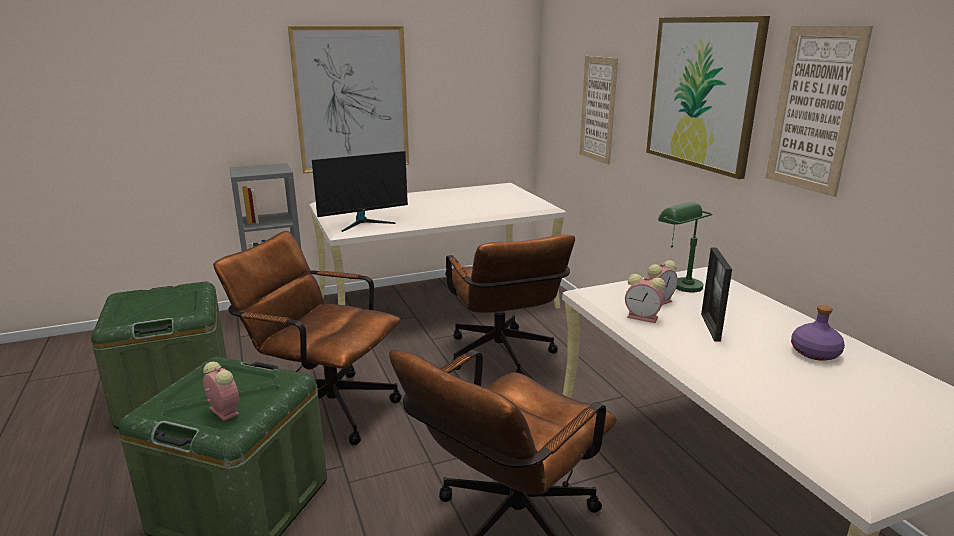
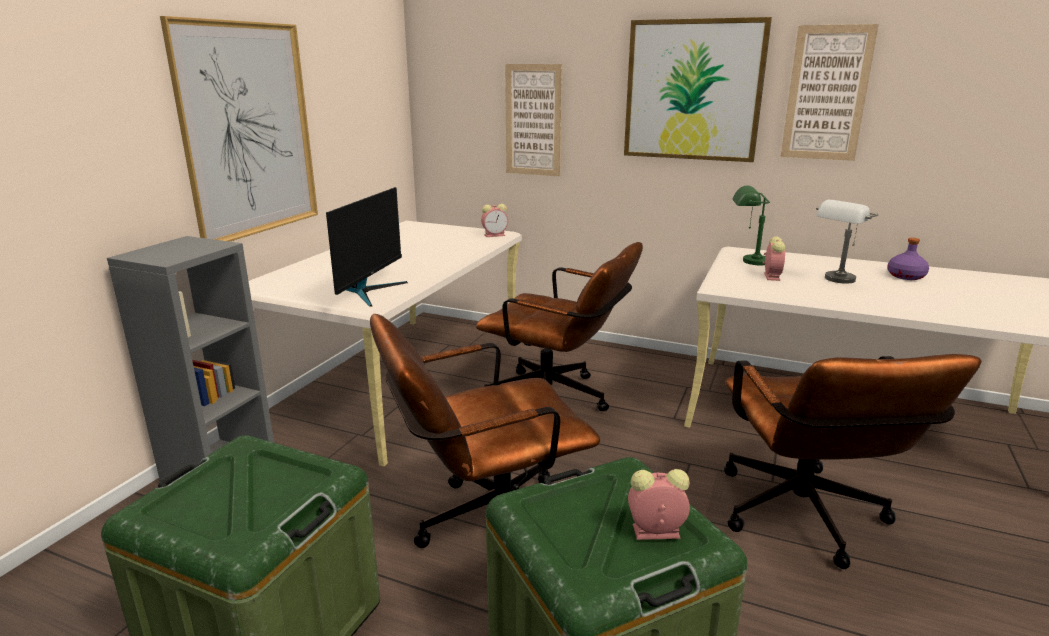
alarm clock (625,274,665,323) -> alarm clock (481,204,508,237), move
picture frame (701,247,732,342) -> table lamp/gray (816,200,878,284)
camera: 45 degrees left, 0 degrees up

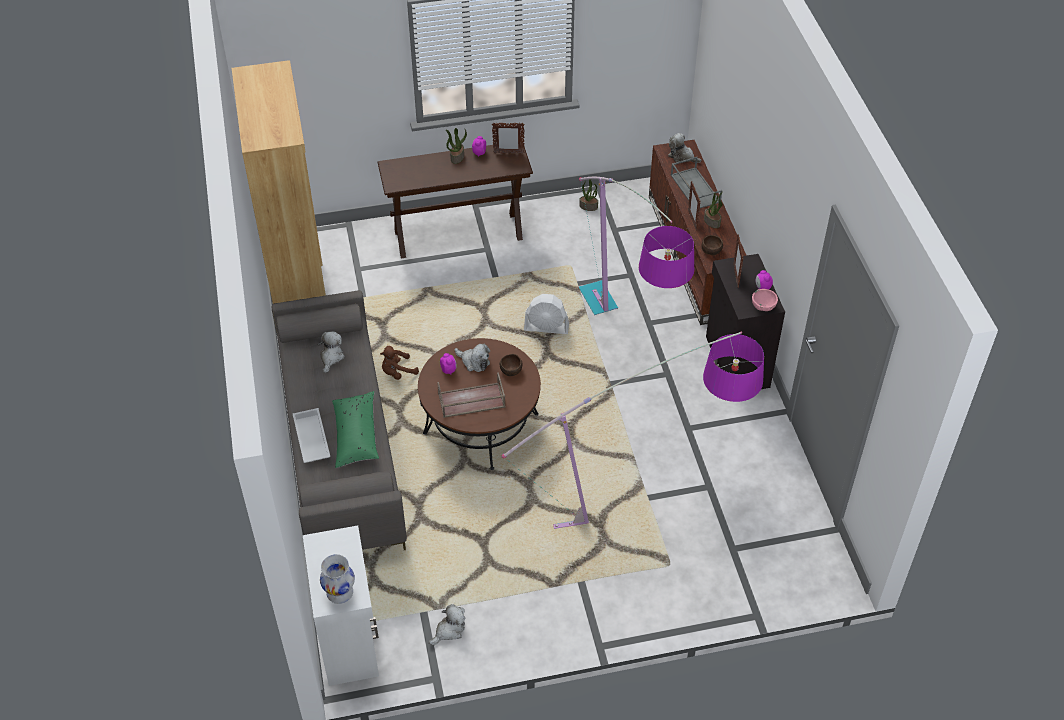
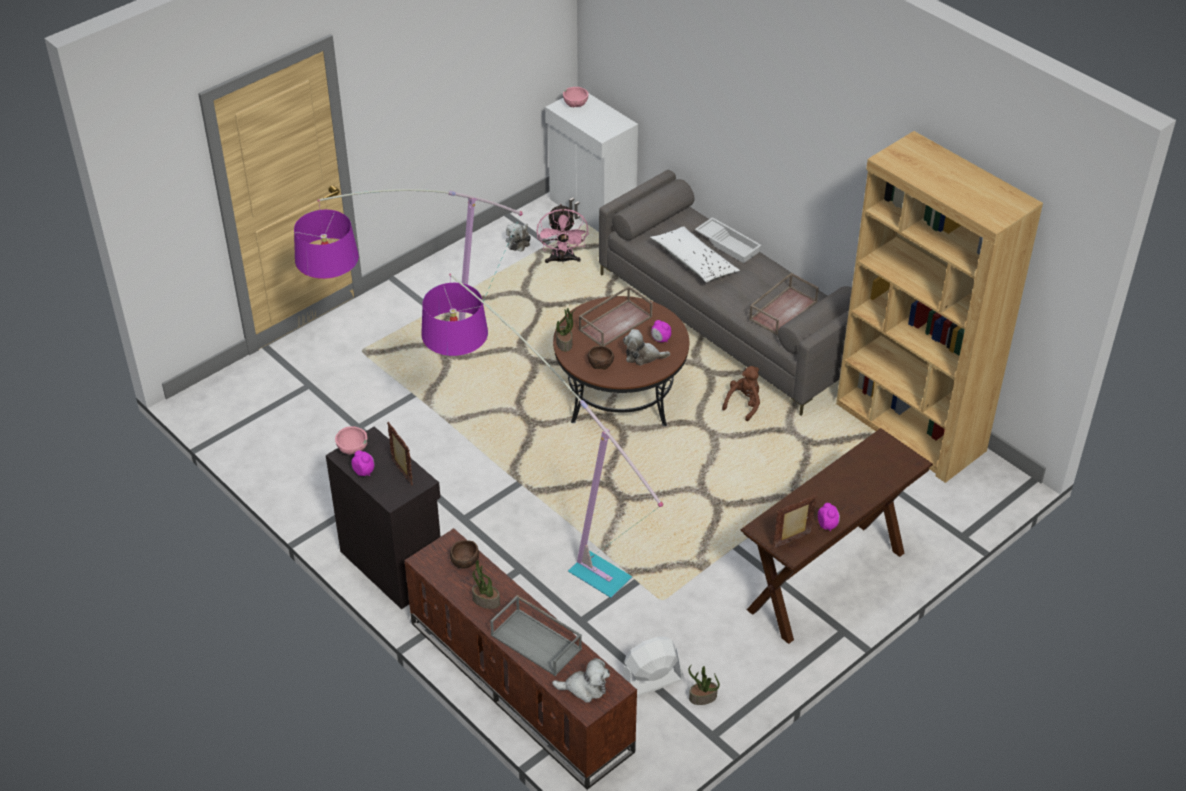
picture frame (688,181,700,231) -> none
none -> cooling fan/pink (537,204,589,263)
potted plant (446,128,467,164) -> potted plant (556,308,576,352), move
cooling fan/whitish (524,294,569,334) -> cooling fan/whitish (622,637,684,696), move
soft toy (318,331,345,373) -> tray/brown-coloured (749,273,819,335)
vase/whitish (320,554,355,604) -> deep dish/pink (563,87,588,107)
pillow/green-coloured (332,391,379,468) -> pillow/whitish (650,226,740,283)
camera: 150 degrees right, 5 degrees down

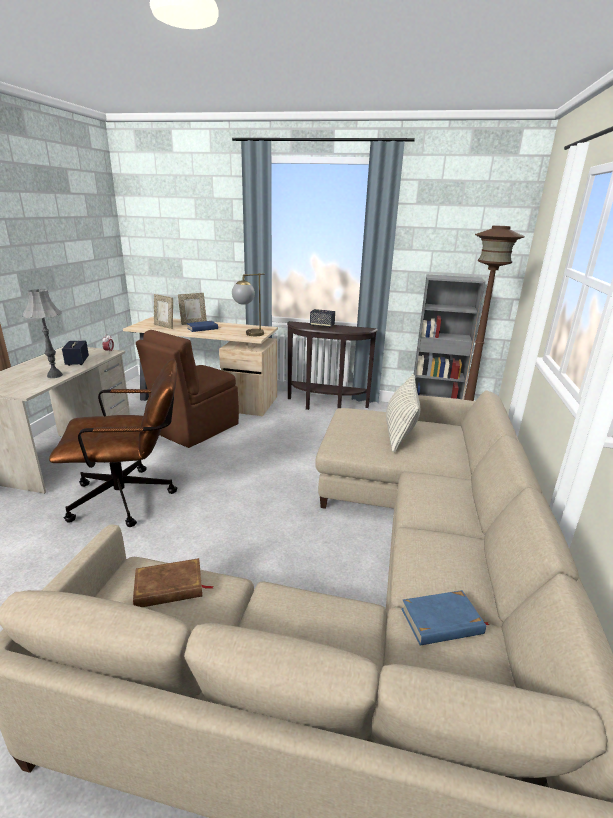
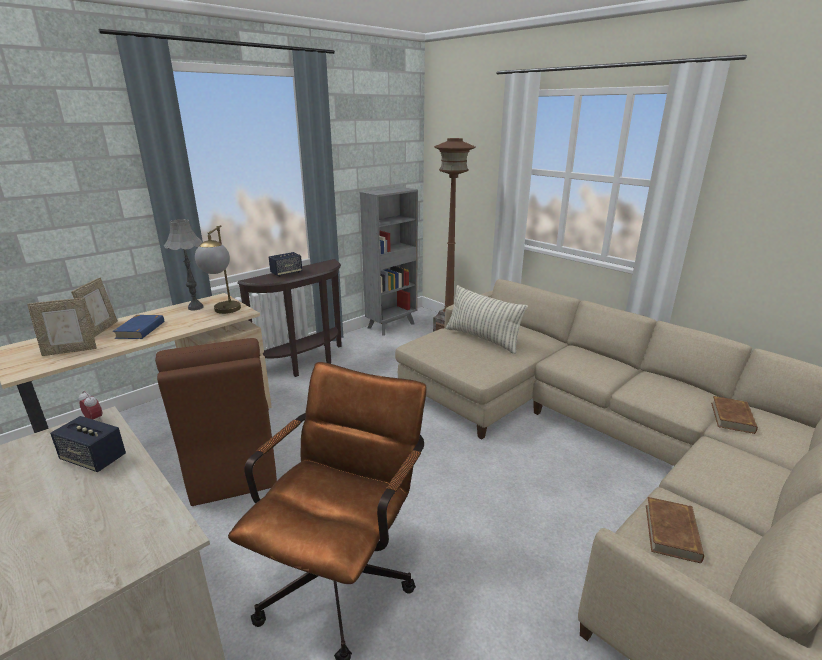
table lamp/gray (23,289,63,378) -> table lamp/gray (164,219,204,310), move
volume/blue-coloured (401,590,489,646) -> volume/brown-coloured (711,396,758,434)
camera: 55 degrees left, 0 degrees up

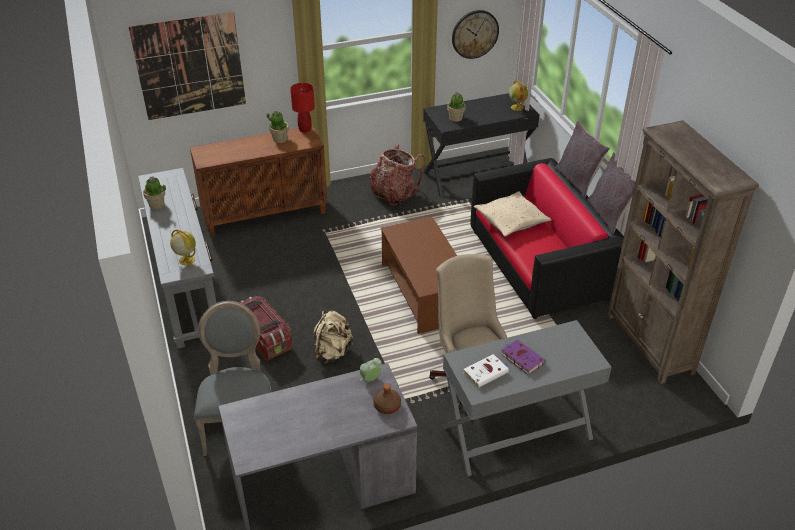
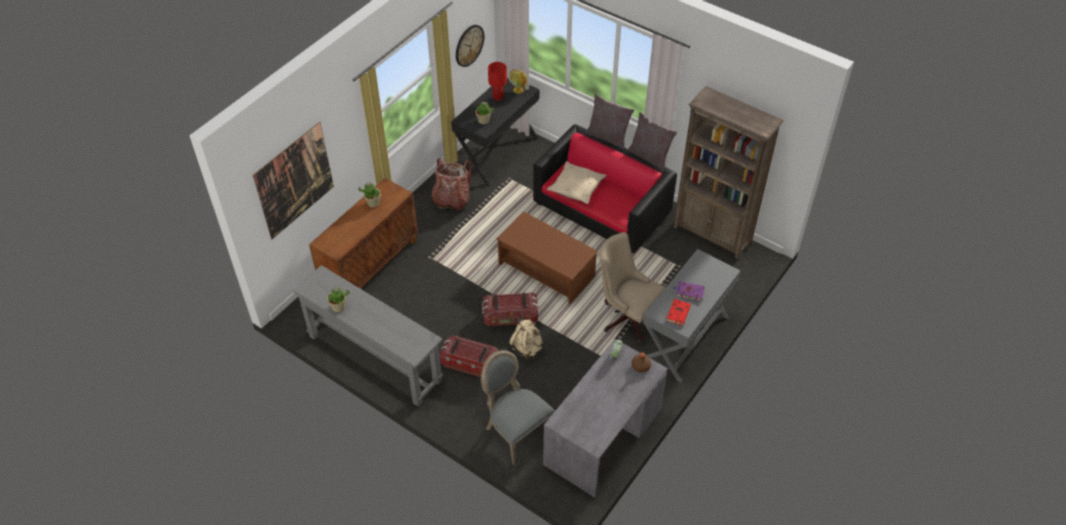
globe (170,229,196,265) -> none
none -> storage box (482,293,539,326)
table lamp/red (290,83,315,133) -> table lamp/red (488,62,507,101), move
volume/whitish (463,354,509,388) -> volume/red (666,299,691,326)
camera: 35 degrees left, 10 degrees up

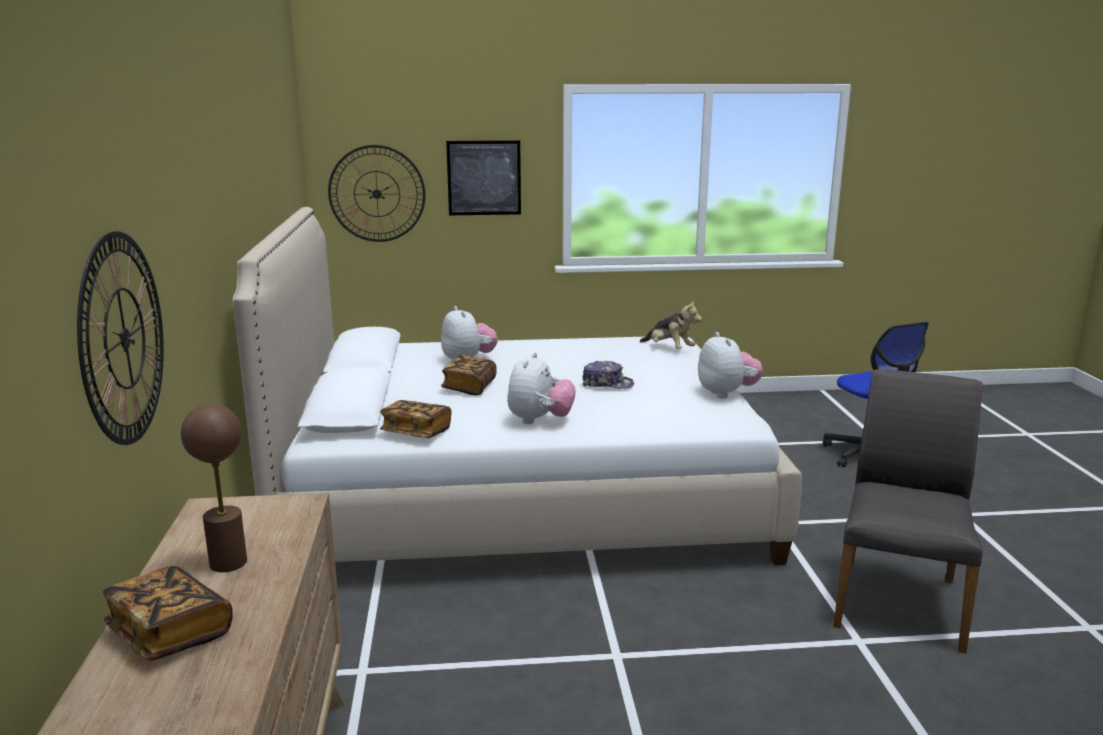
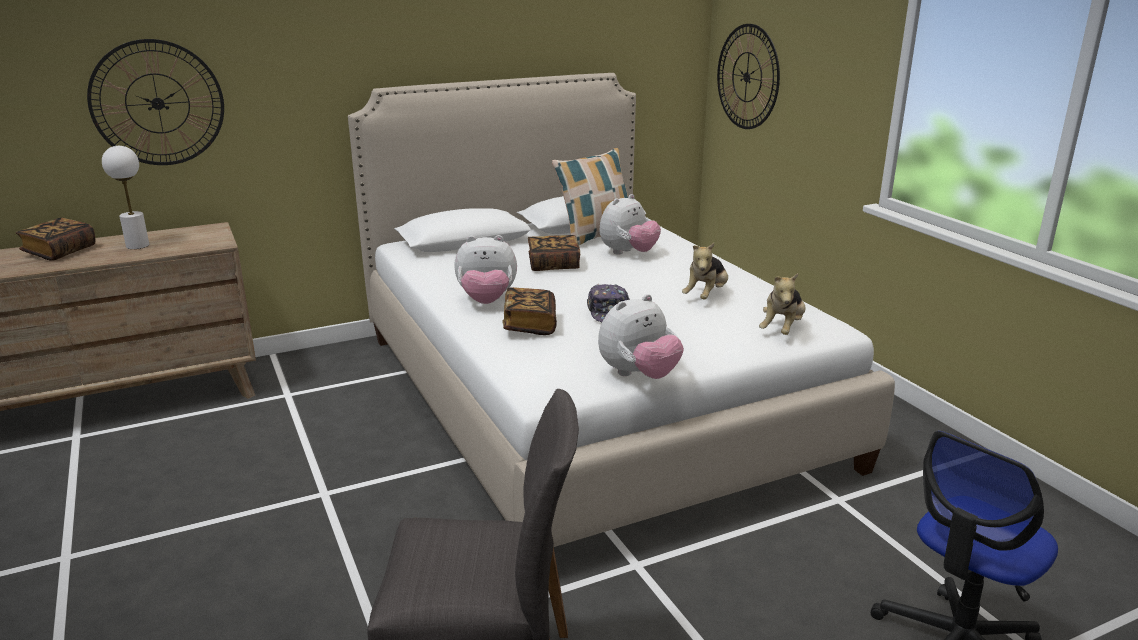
wall art (446,140,521,215) -> none
none -> pillow (552,148,628,245)
none -> soft toy (682,243,728,300)
volume (380,400,452,438) -> volume (502,287,557,335), move
table lamp/brown-coloured (181,404,247,572) -> table lamp/whitish (102,146,149,249)
camera: 70 degrees right, 5 degrees up

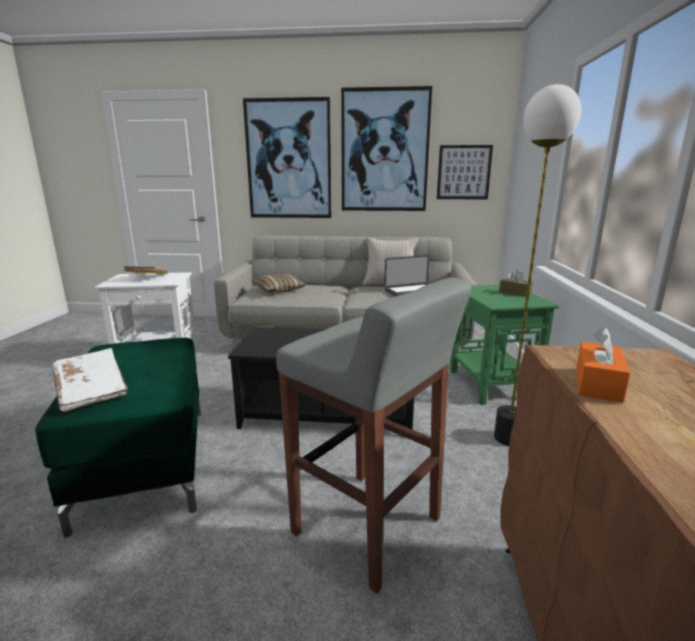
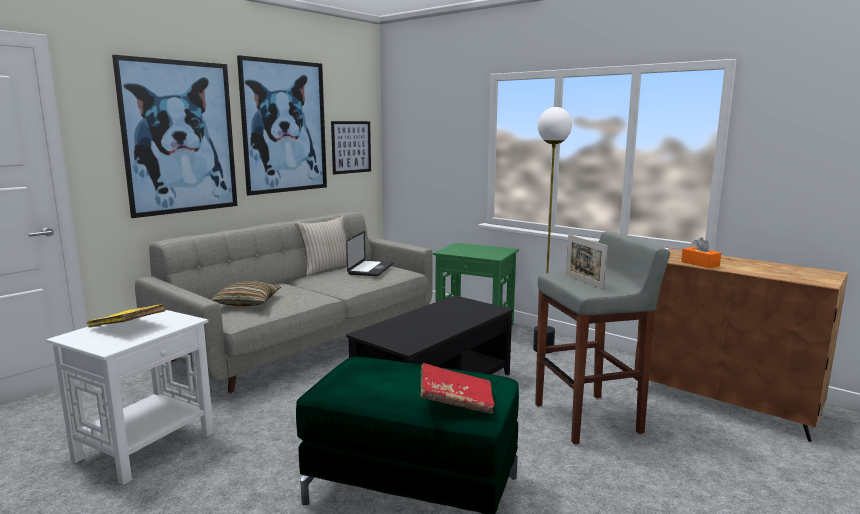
tissue holder/brown-coloured (499,270,533,297) -> none
none -> picture frame (566,234,608,290)
volume/whitish (52,348,128,412) -> volume/red (420,363,495,414)
camera: 55 degrees left, 5 degrees down

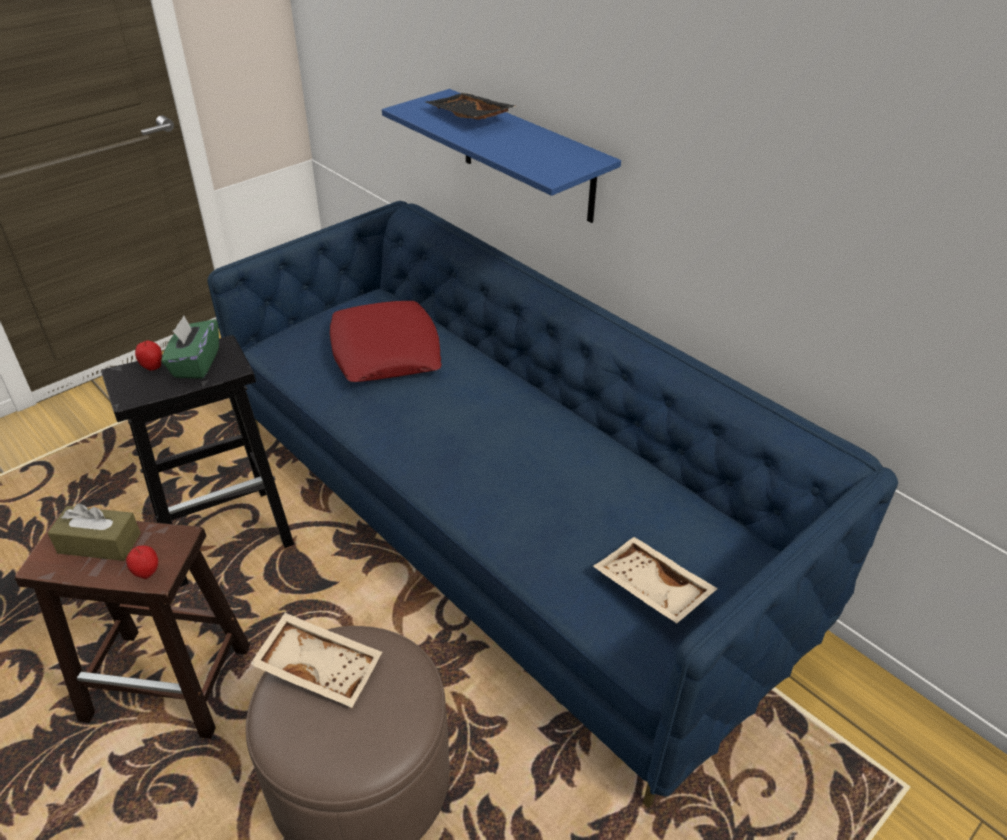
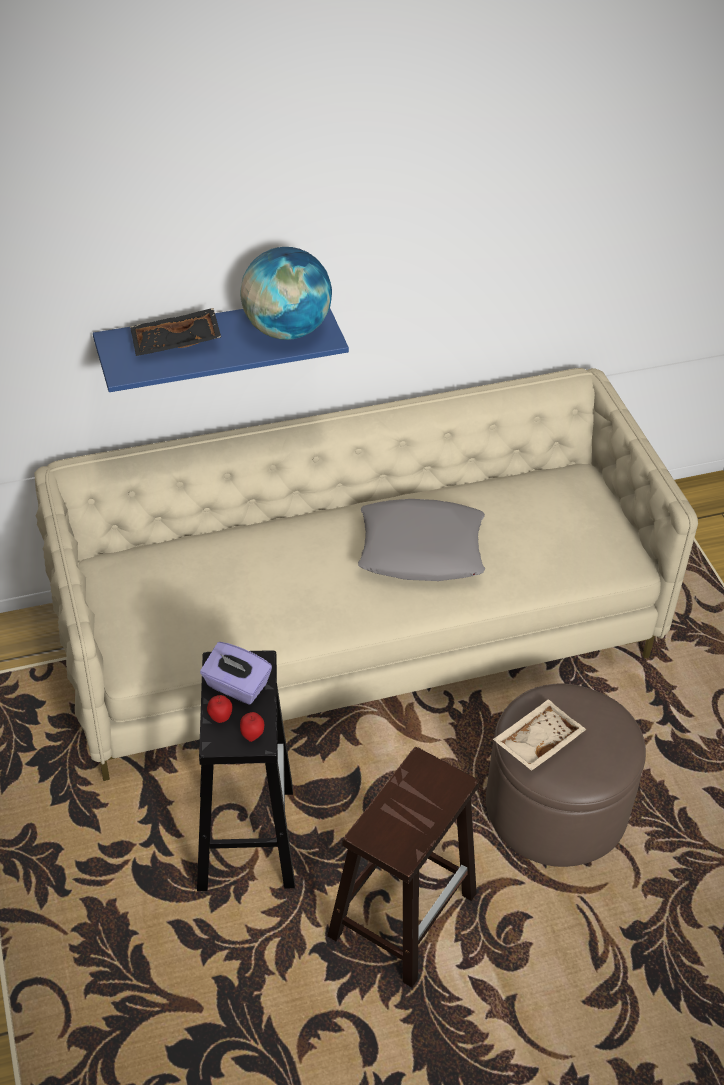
tissue holder/brown-coloured (47,503,141,561) -> none
pillow/red (330,301,442,382) -> none
tray/sand-coloured (593,537,718,624) -> none
none -> globe (240,247,332,340)
none -> pillow/gray (358,499,485,581)
apple fruit (126,546,158,579) -> apple fruit (240,712,264,742), move
tissue holder/green-coloured (161,315,219,379) -> tissue holder/purple (200,642,272,705)
settee/blue-coloured (207,201,898,808) -> settee/sand-coloured (34,368,698,781)
camera: 65 degrees left, 5 degrees up

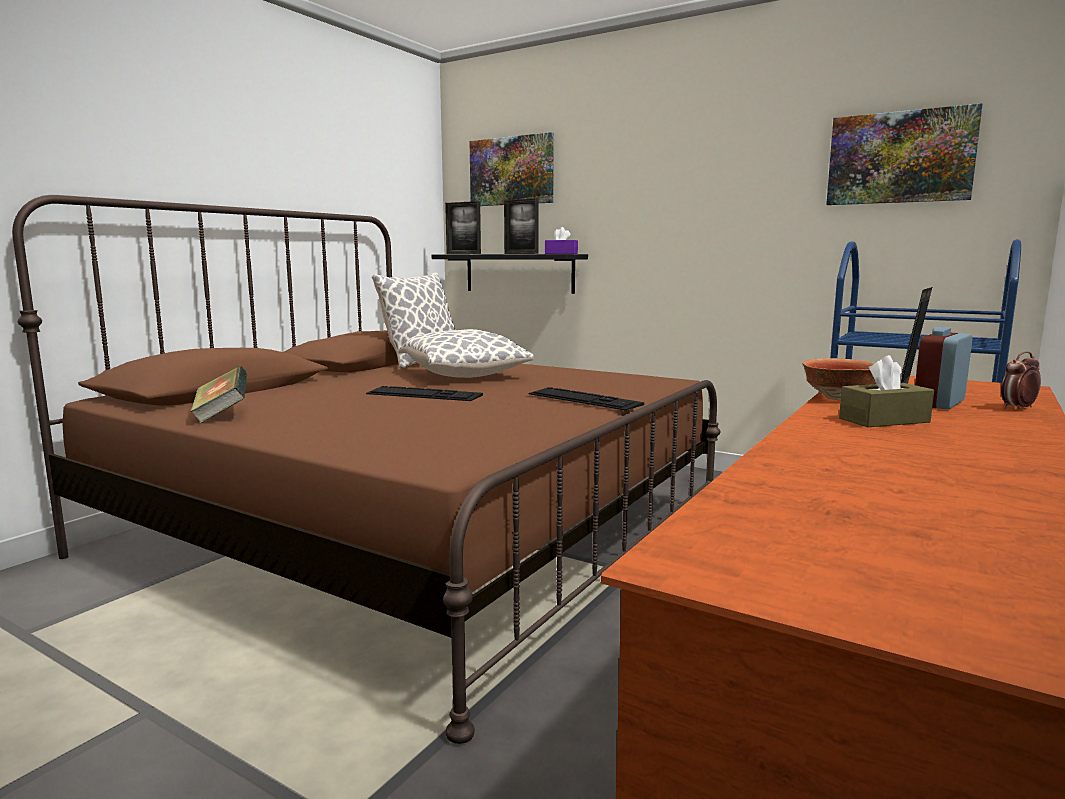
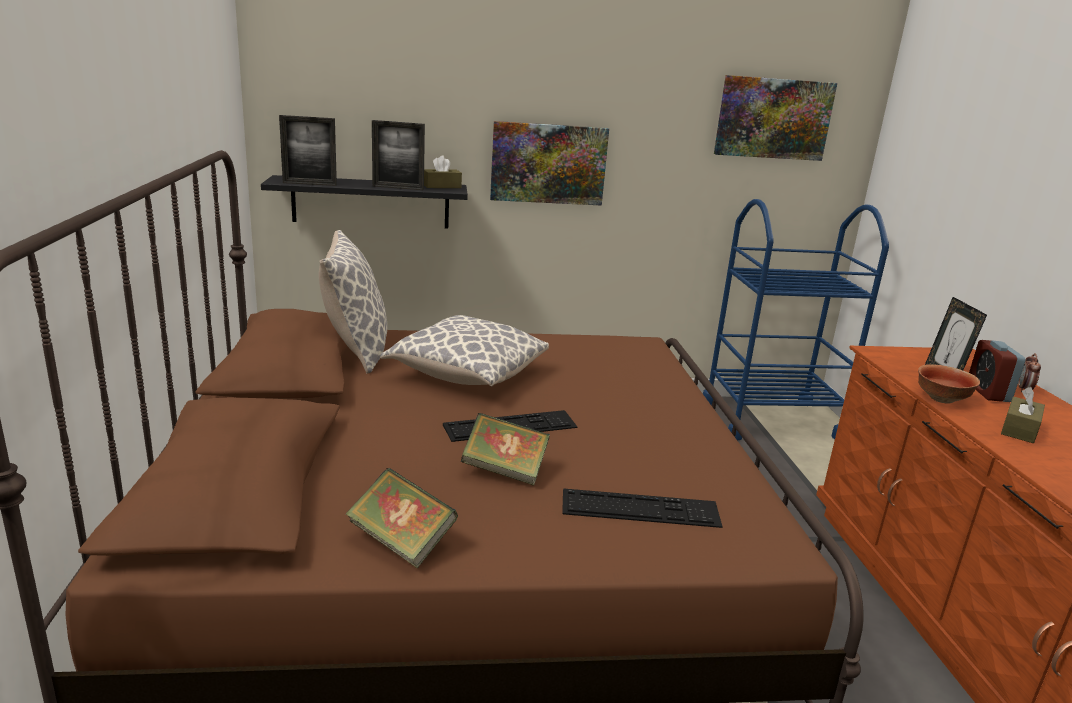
none -> volume (461,413,550,485)
wall art (469,132,554,206) -> wall art (490,121,609,206), move
keyboard (528,387,644,411) -> keyboard (562,488,723,528), move
tissue holder/purple (545,227,578,254) -> tissue holder/brown-coloured (424,155,462,188)
camera: 40 degrees left, 10 degrees up

